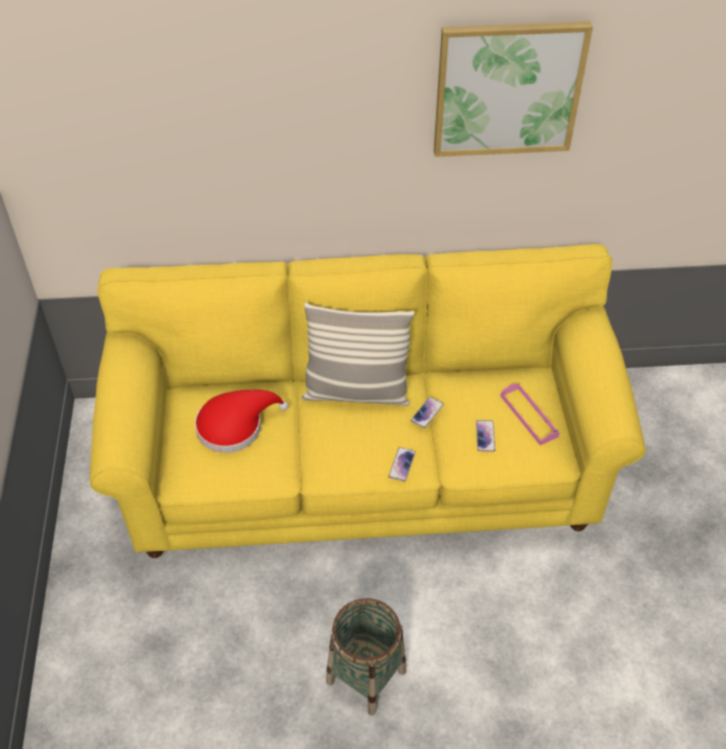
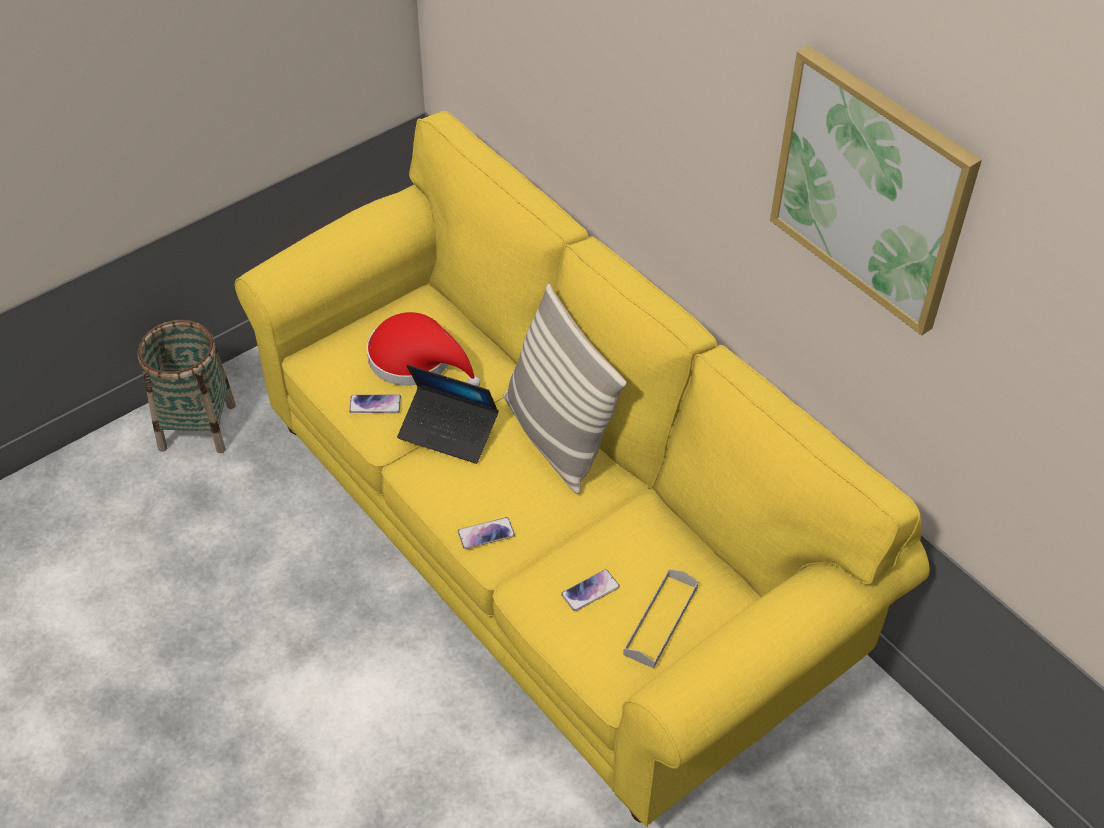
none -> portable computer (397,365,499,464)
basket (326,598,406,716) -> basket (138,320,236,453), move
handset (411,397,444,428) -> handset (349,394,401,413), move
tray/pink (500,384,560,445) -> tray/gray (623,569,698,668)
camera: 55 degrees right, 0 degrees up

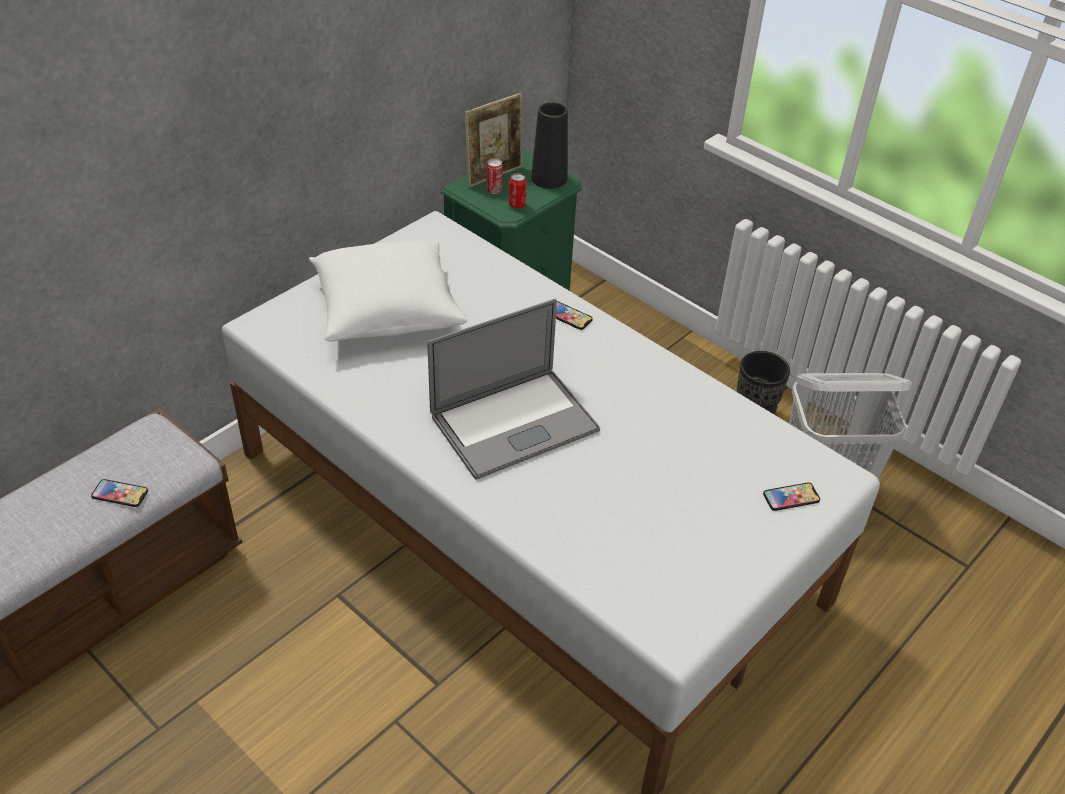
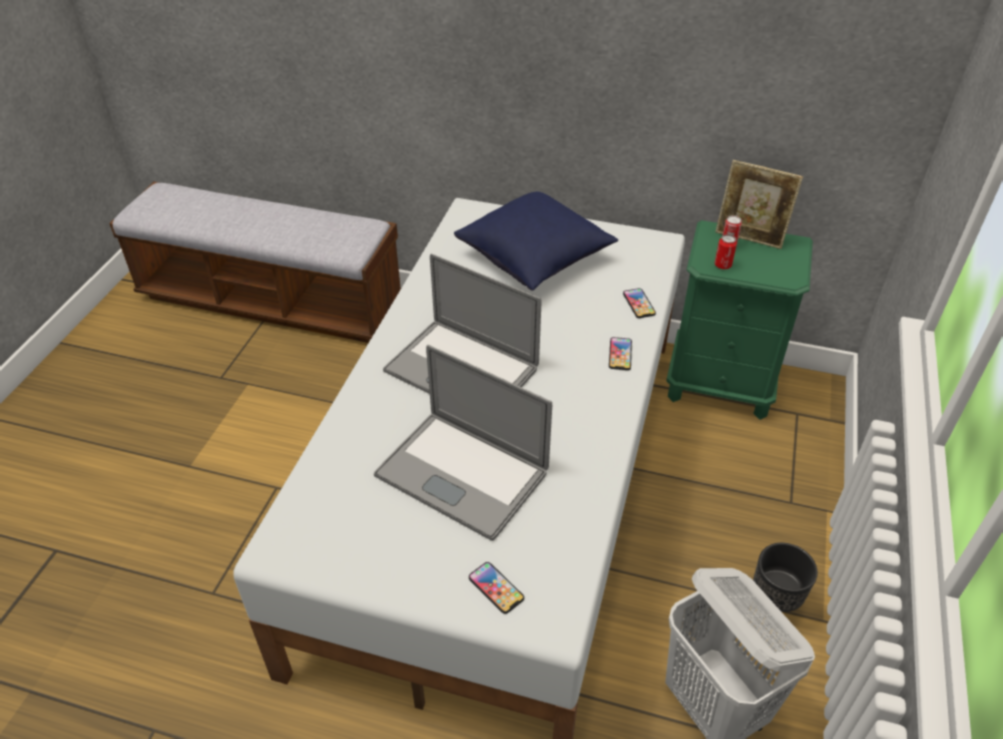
vase/blackish (531,102,568,189) -> none
none -> portable computer (374,345,552,541)
handset (91,479,148,507) -> handset (623,288,656,318), move
pillow/whitish (309,241,467,342) -> pillow/blue-coloured (454,191,618,291)
camera: 65 degrees right, 0 degrees up

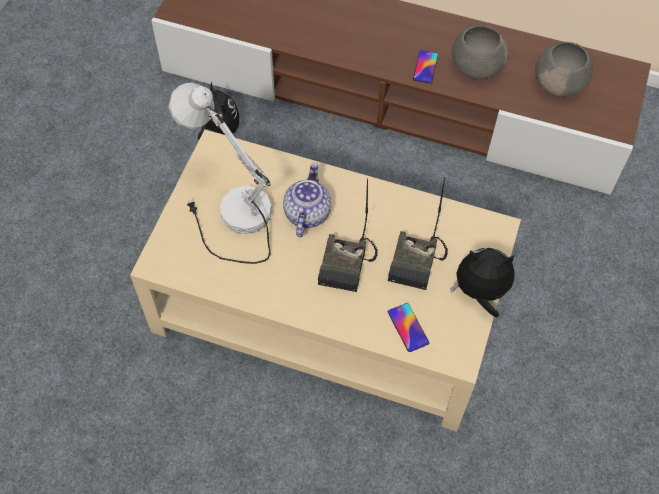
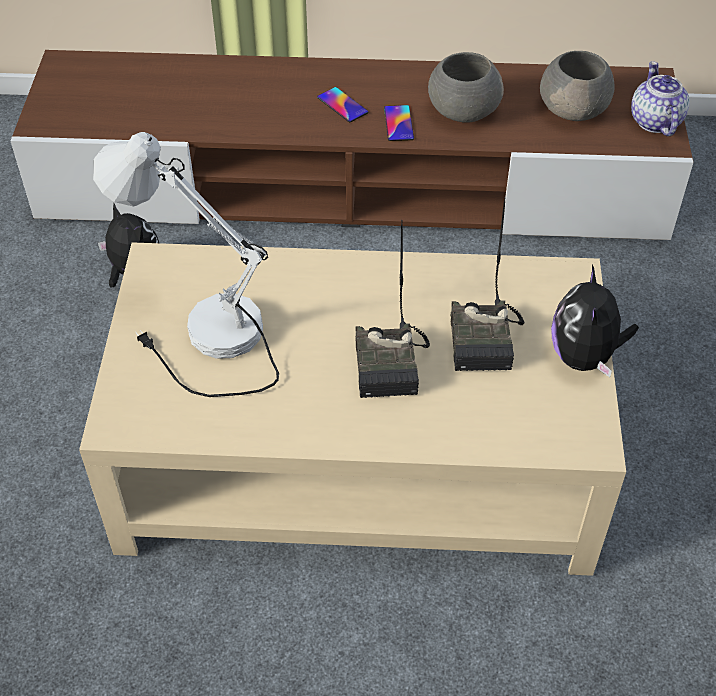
teapot (283,162,331,237) -> teapot (631,61,689,136), move
handset (388,303,429,352) -> handset (317,87,368,122), move
soft toy (451,248,515,318) -> soft toy (551,265,639,377), 75 degrees counterclockwise
camera: 15 degrees left, 10 degrees down

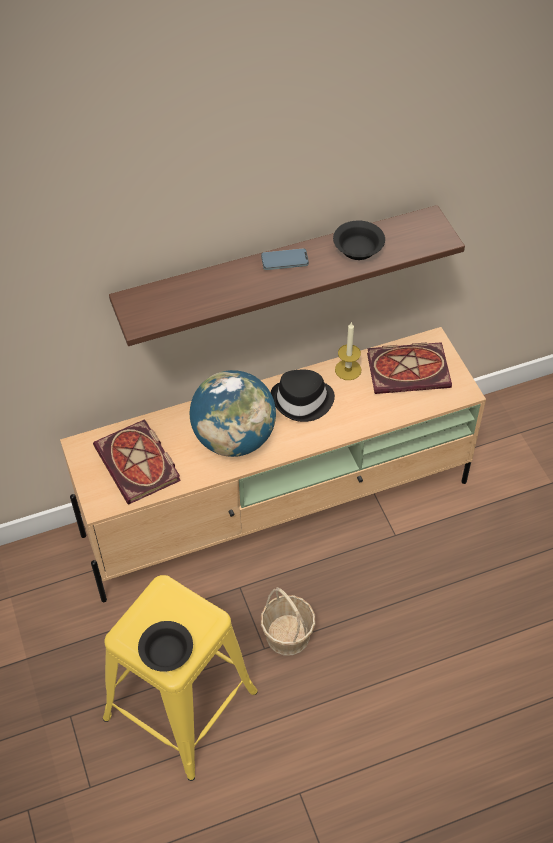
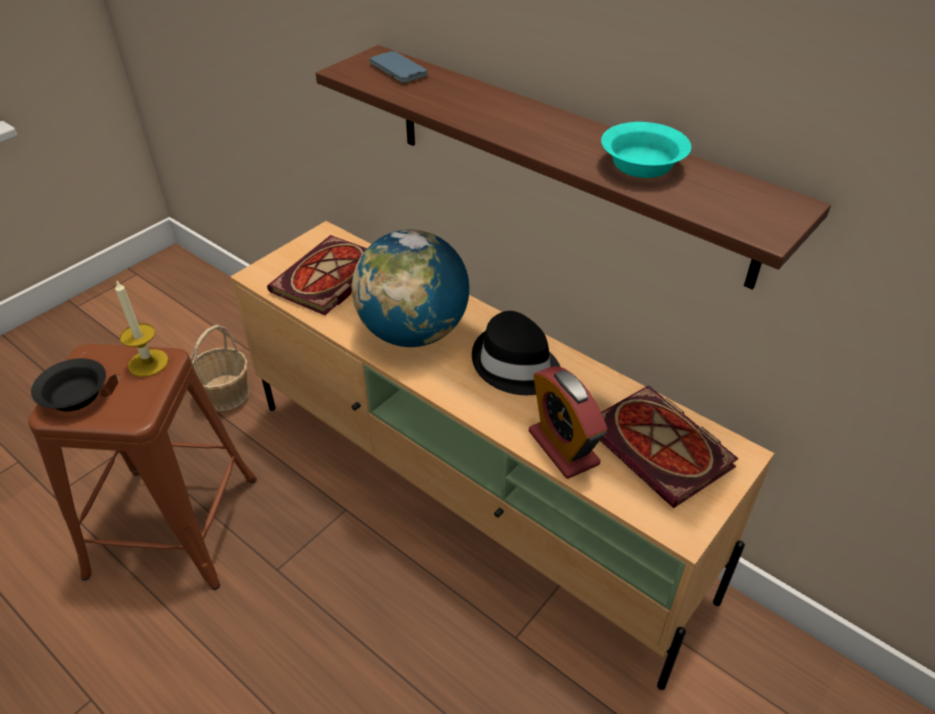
none -> alarm clock (529,366,607,479)
handset (261,248,309,270) -> handset (370,51,428,83), move
basket (261,587,316,655) -> basket (190,325,249,411), move
wax light (335,322,361,380) -> wax light (115,279,169,377), move
sitting stool/yellow-coloured (103,575,258,781) -> sitting stool/brown-coloured (28,344,257,590)
deep dish/blackish (333,221,385,260) -> deep dish/turquoise-coloured (601,122,691,178)
camera: 60 degrees right, 10 degrees down

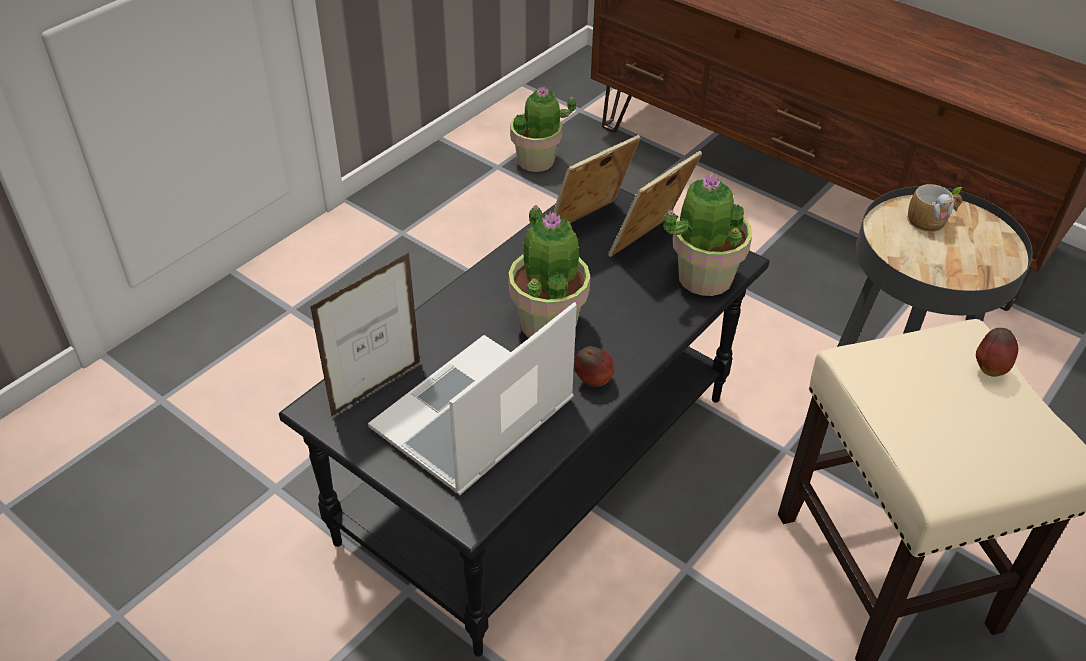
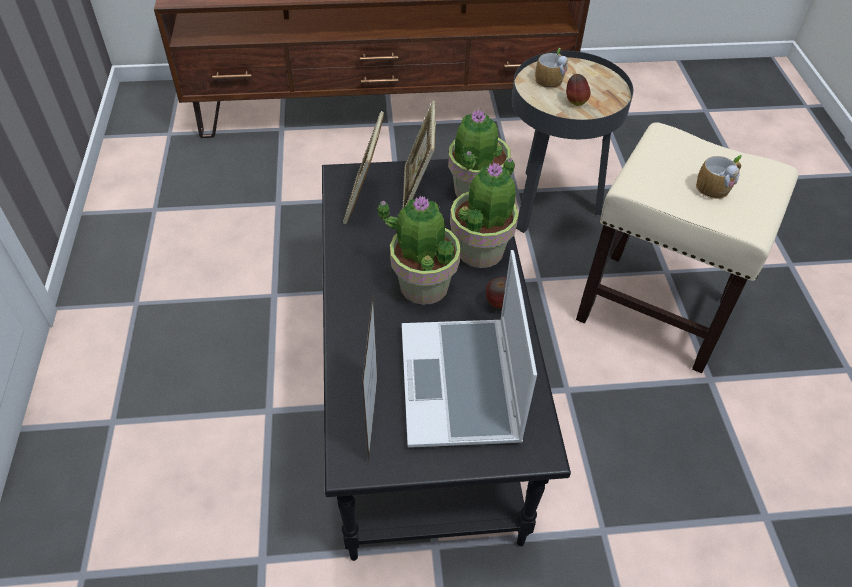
none -> tea mug (696,155,741,199)
potted plant (510,86,576,172) -> potted plant (450,157,519,268), move
apple fruit (976,328,1018,377) -> apple fruit (566,74,591,106), move
camera: 45 degrees left, 5 degrees up

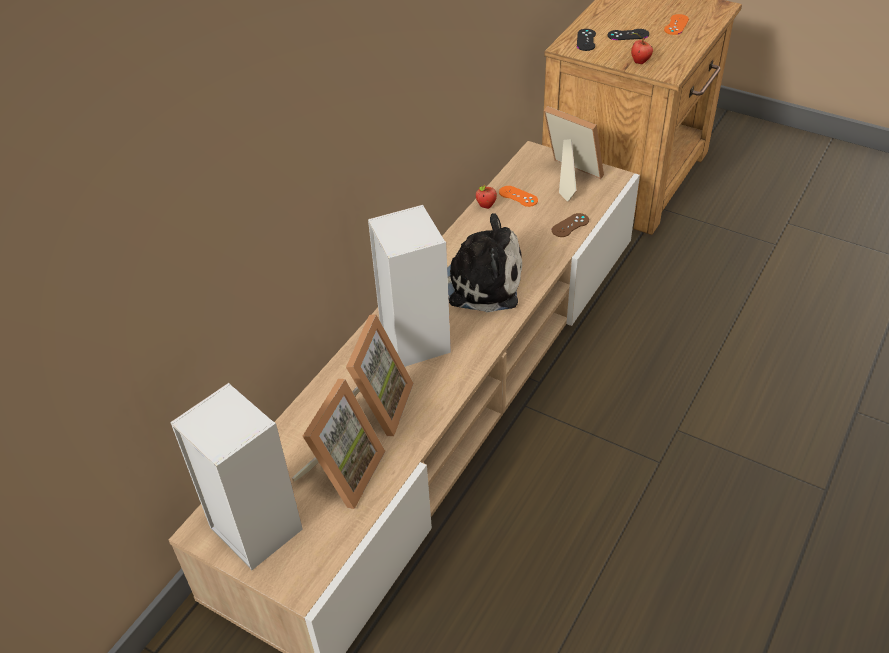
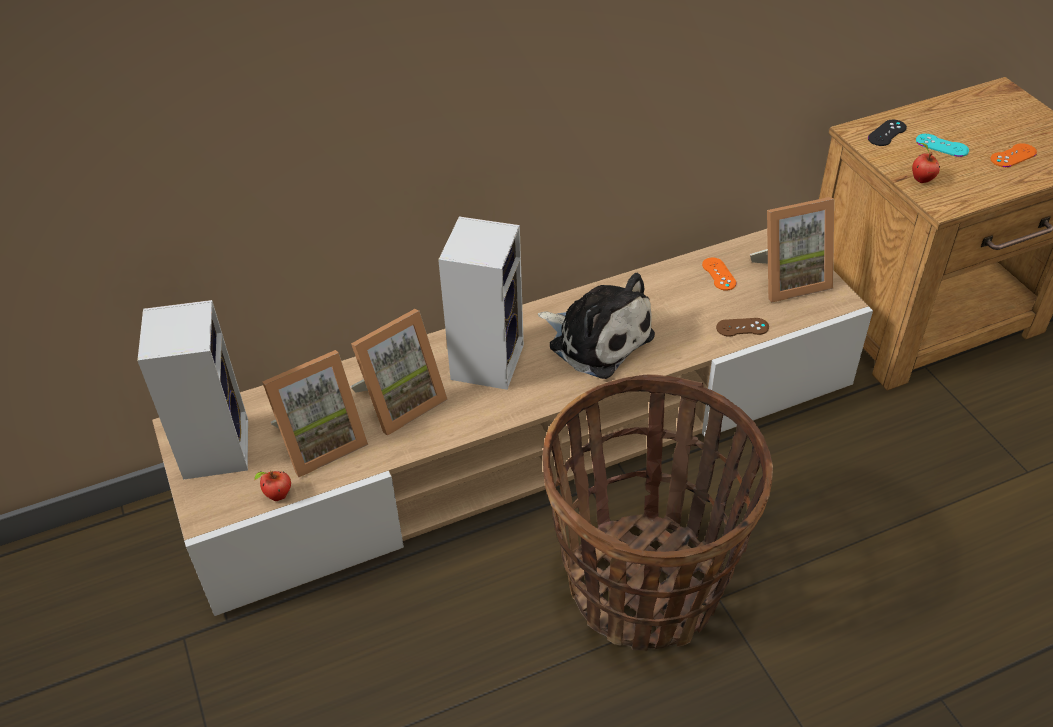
none -> basket (543,374,773,651)
apple fruit (476,185,497,209) -> apple fruit (254,471,291,501), move
game controller/blackish (608,29,649,40) -> game controller/turquoise-coloured (916,134,969,157)
picture frame (544,106,604,202) -> picture frame (750,197,834,302), 90 degrees clockwise
camera: 35 degrees right, 0 degrees up

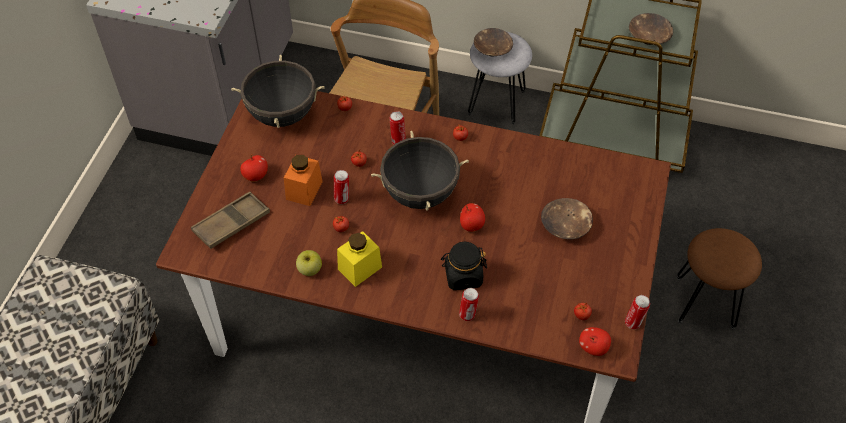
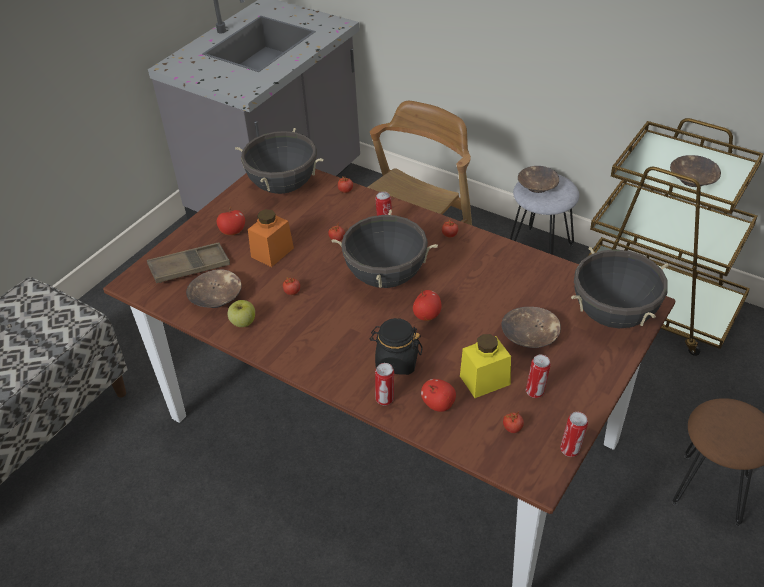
none -> deep dish/brown-coloured (186,269,241,308)
none -> cooking pot/blackish (571,247,669,328)
metal can (334,170,349,204) -> metal can (526,355,551,398), move
preserve jar/yellow-coloured (337,231,382,287) -> preserve jar/yellow-coloured (460,334,511,398), move
apple fruit (579,327,611,356) -> apple fruit (421,379,456,412), move
camera: 20 degrees right, 10 degrees down

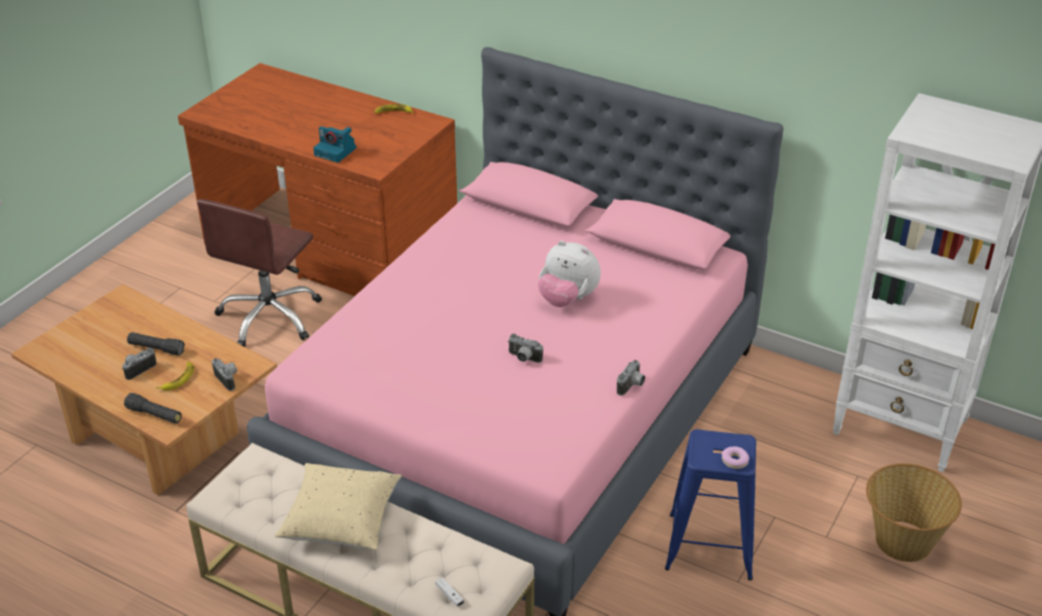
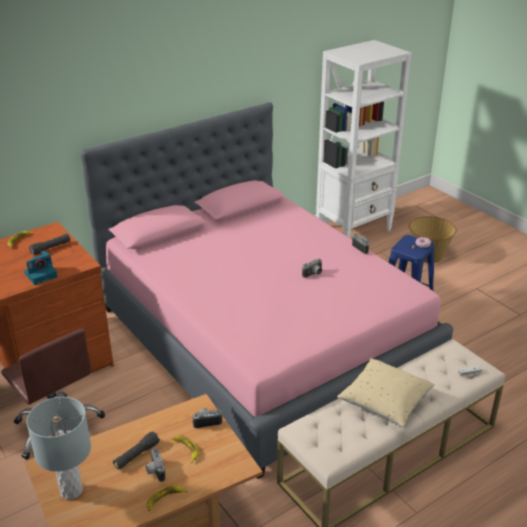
soft toy (538,241,601,307) -> none
none -> table lamp/gray (27,397,91,500)
none -> banana fruit (147,485,188,511)
flashlight/blackish (124,393,182,424) -> flashlight/blackish (29,234,70,255), move
camera: 65 degrees left, 5 degrees down

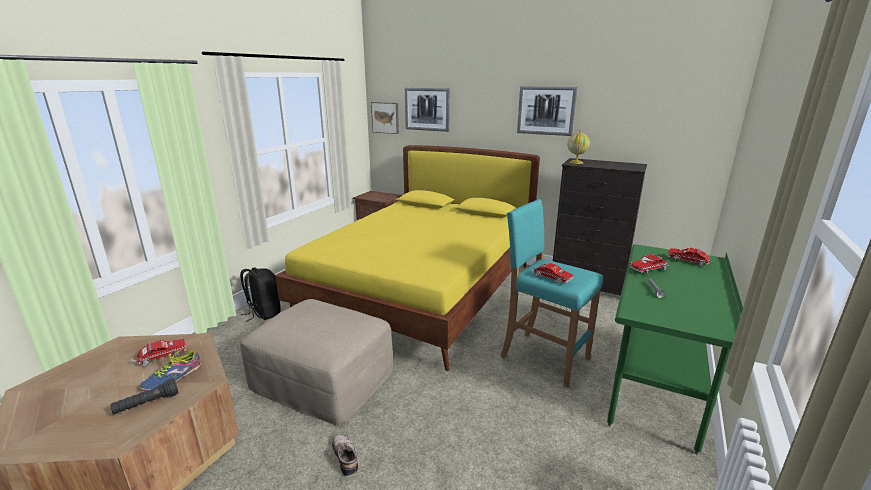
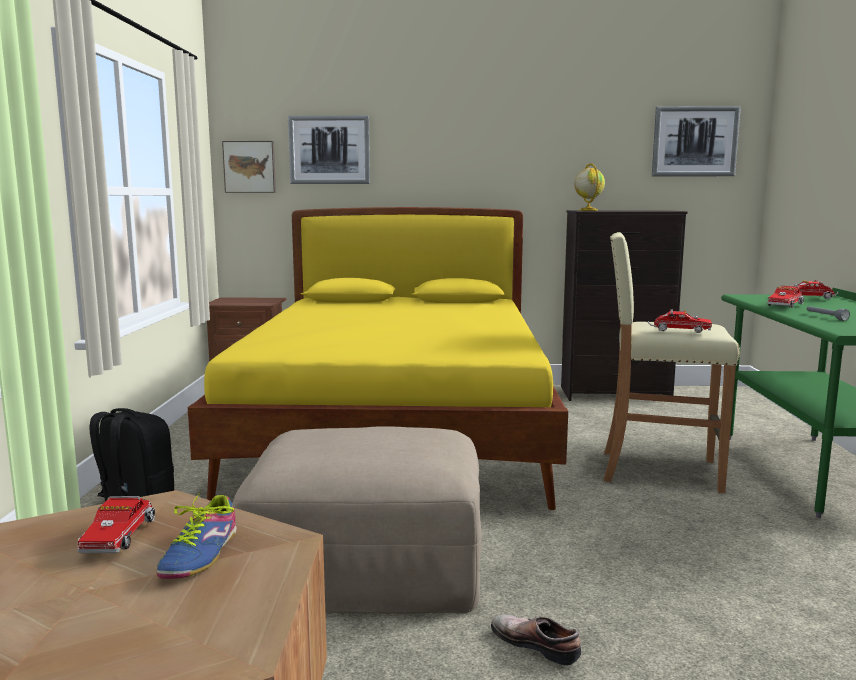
flashlight/blackish (110,378,179,414) -> none
wall art (517,86,577,136) -> wall art (652,106,741,176), move
sitting stool/turquoise-coloured (500,199,603,387) -> sitting stool/sand-coloured (604,232,740,493)
toy truck (131,339,187,366) -> toy truck (77,496,155,553), 150 degrees clockwise
camera: 25 degrees left, 10 degrees down

